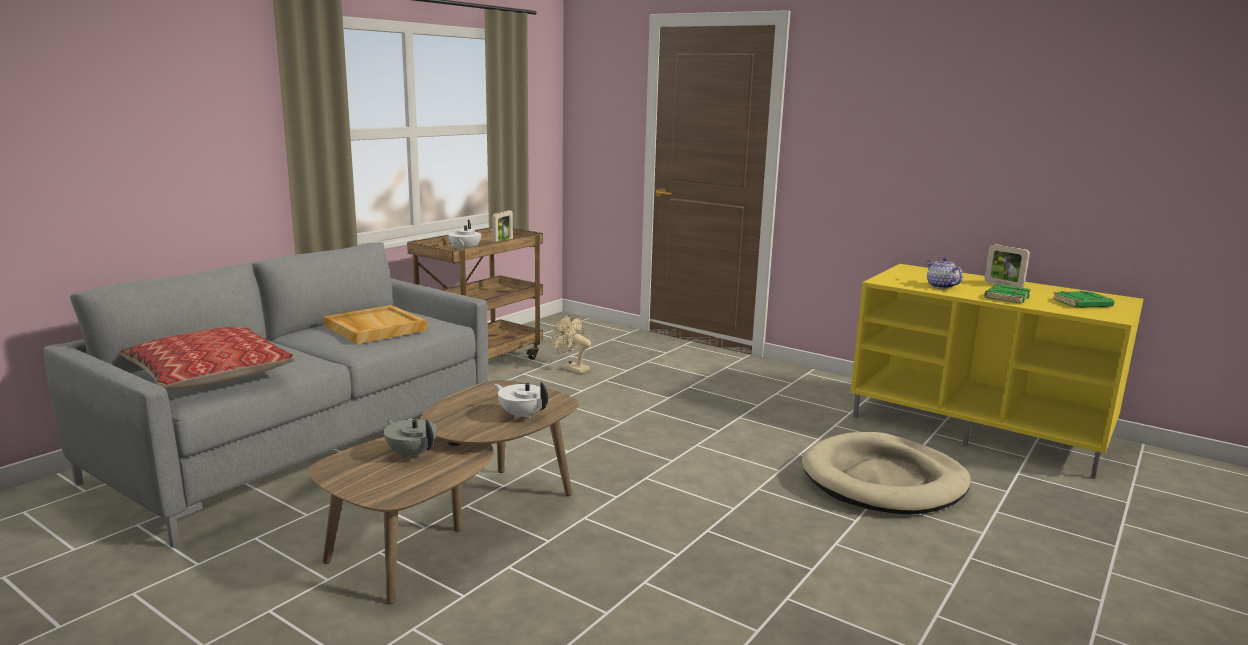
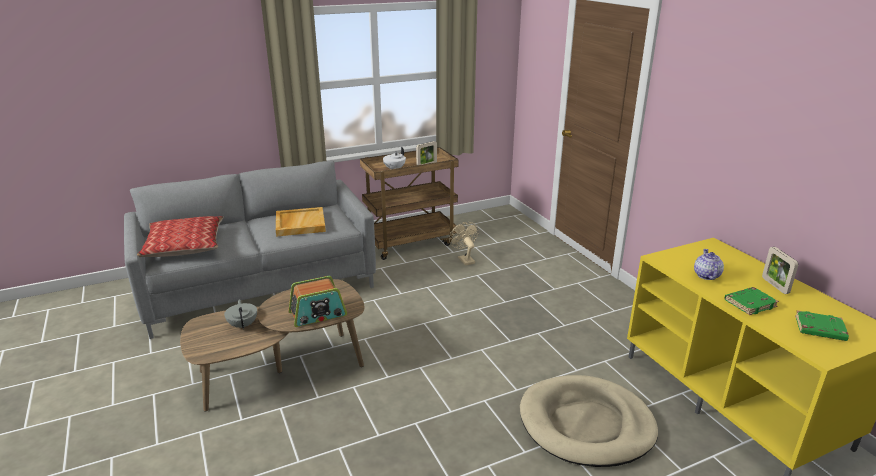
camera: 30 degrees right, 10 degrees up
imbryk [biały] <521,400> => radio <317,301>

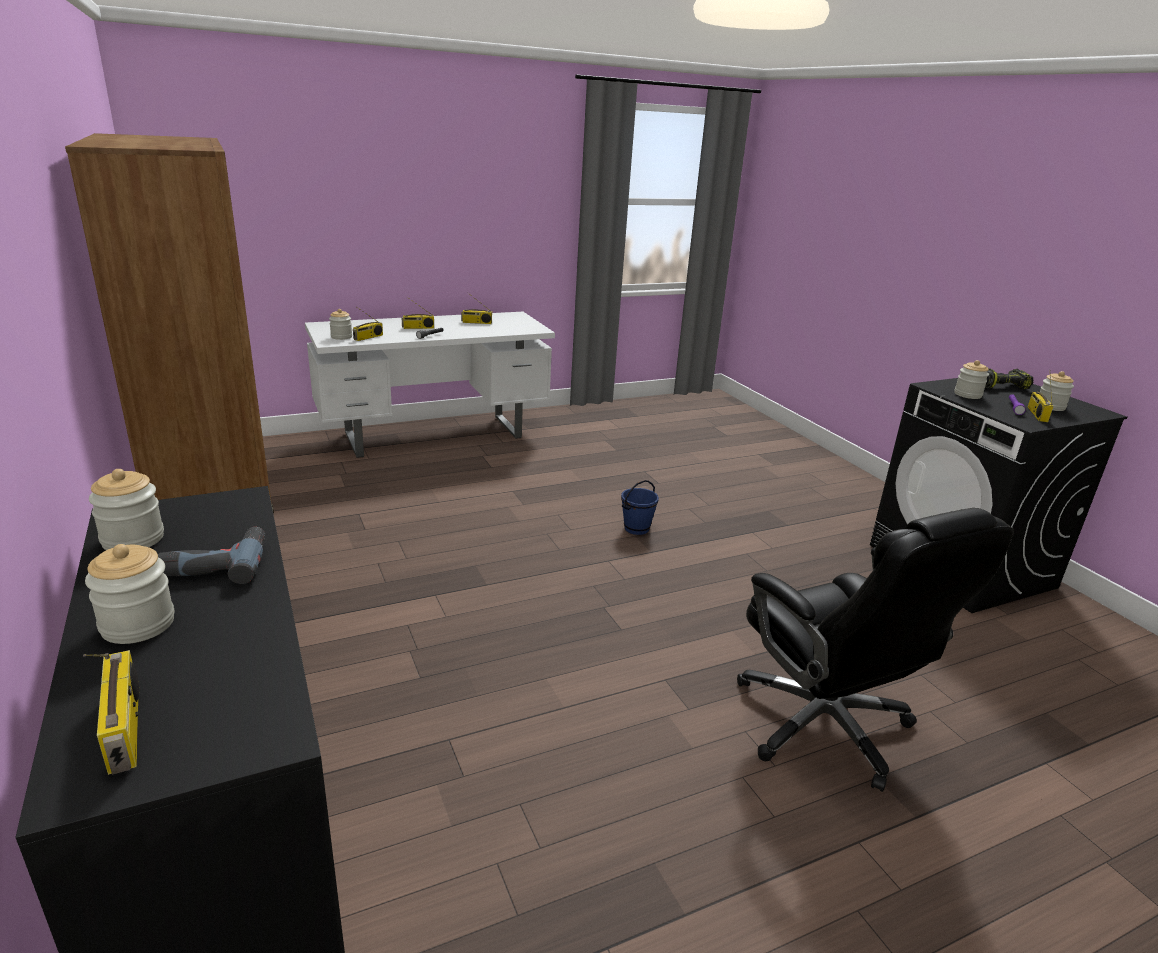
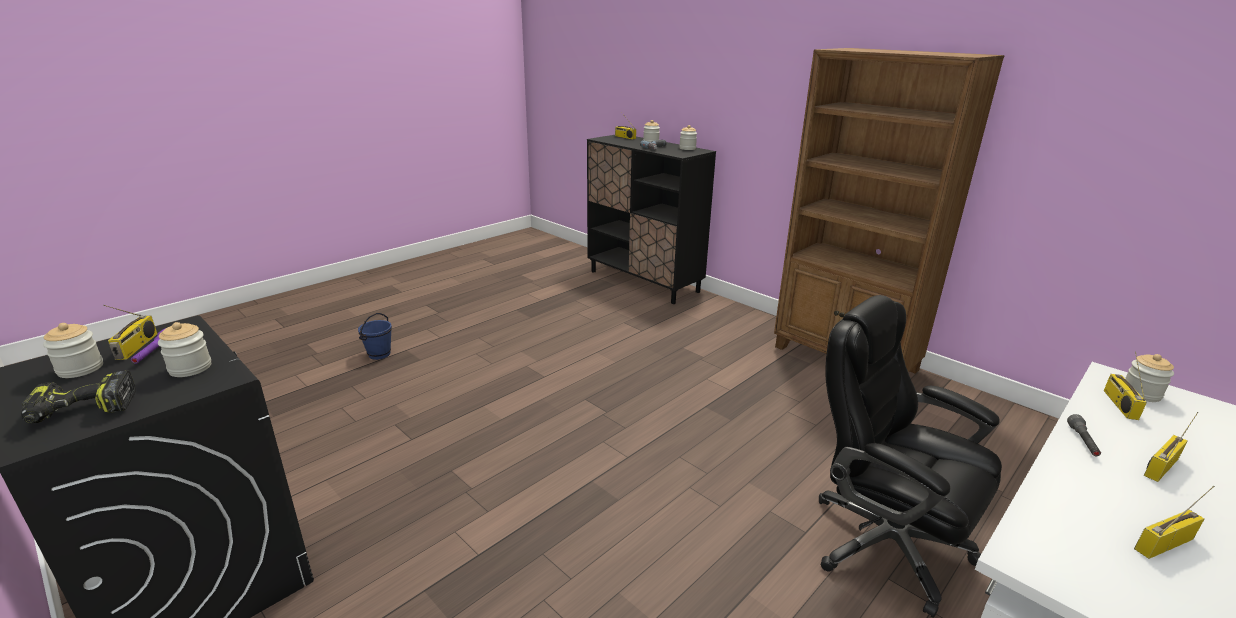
camera: 160 degrees right, 0 degrees up
wiadro [niebieski] <640,507> => wiadro [niebieski] <375,336>, relocated
krzesło biurowe [czarny] <875,650> => krzesło biurowe [czarny] <910,456>, relocated

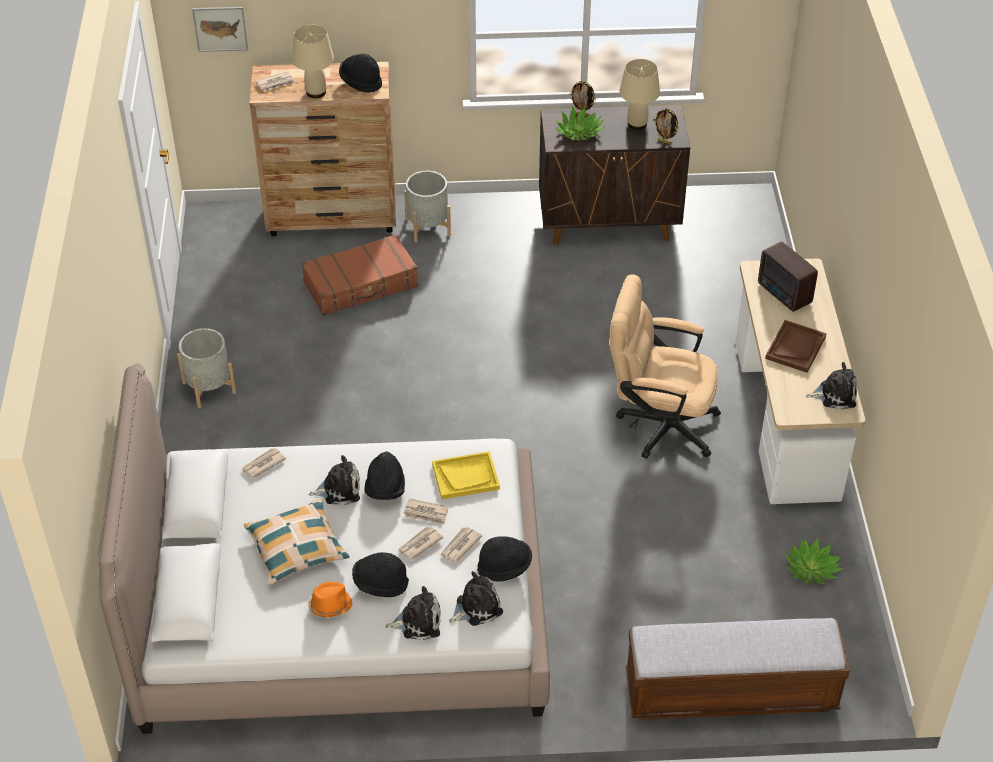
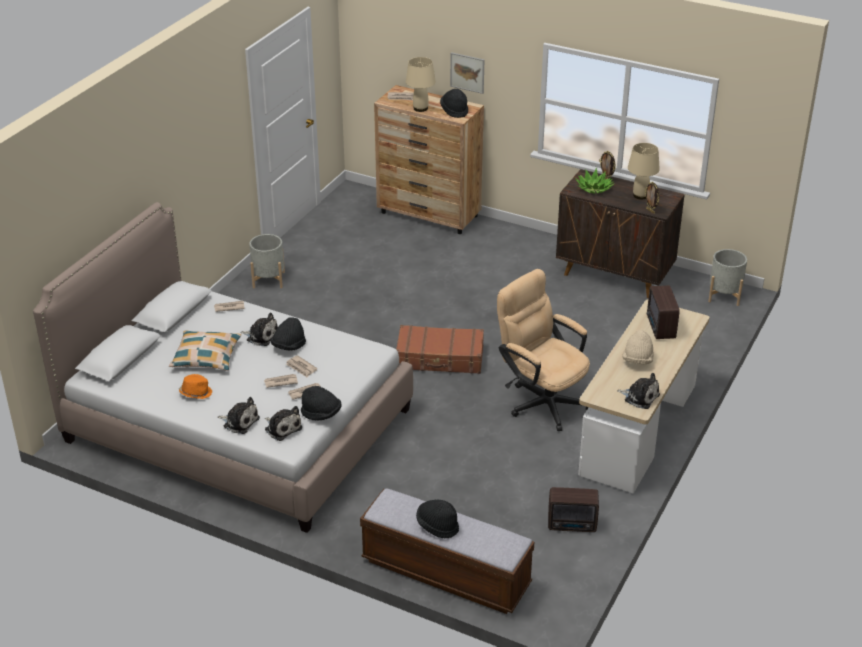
camera: 30 degrees right, 10 degrees down
obraz <220,29> => obraz <467,73>, relocated
walizka [brązowy] <360,275> => walizka [brązowy] <440,349>, relocated
kapelusz [czarny] <380,574> => kapelusz [czarny] <437,518>, relocated
donica [szary] <427,206> => donica [szary] <727,277>, relocated
taca [żółty] <466,475> => nothing
pluszak <476,598> => pluszak <283,423>, 45 degrees clockwise
taca [brązowy] <796,346> => kapelusz [beżowy] <638,347>
roślina doniczkowa <813,561> => radio <573,509>

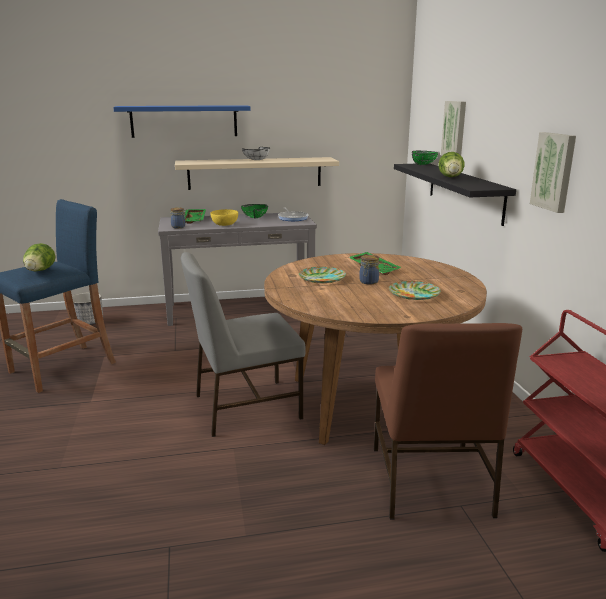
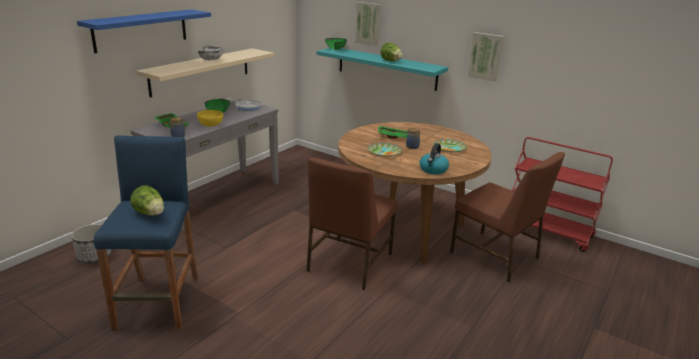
camera: 45 degrees left, 5 degrees up
krzesło [szary] <243,344> => krzesło [brązowy] <352,224>
półka [czarny] <455,194> => półka [turkusowy] <382,69>
nothing => czajnik <434,158>

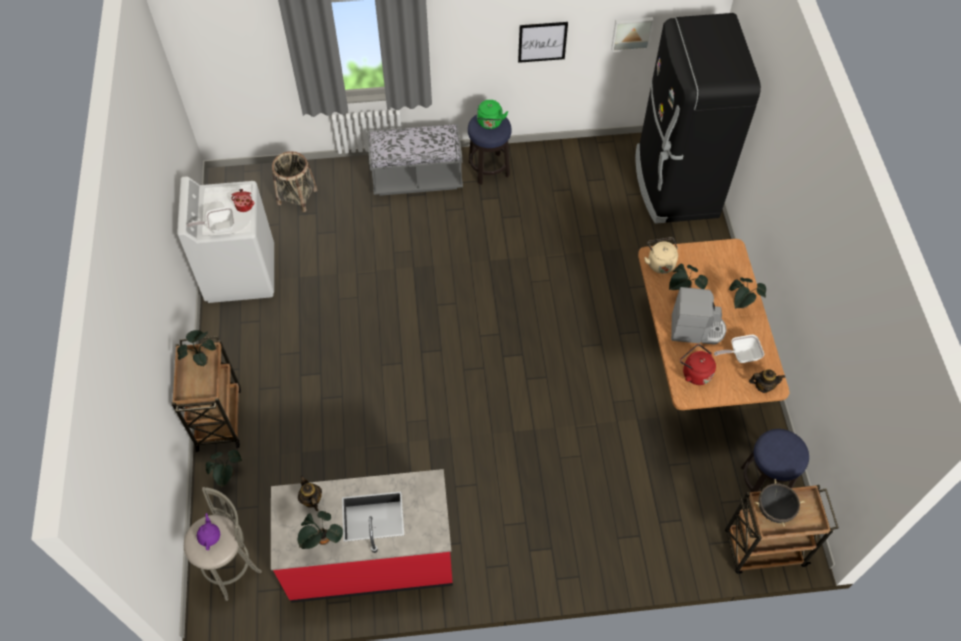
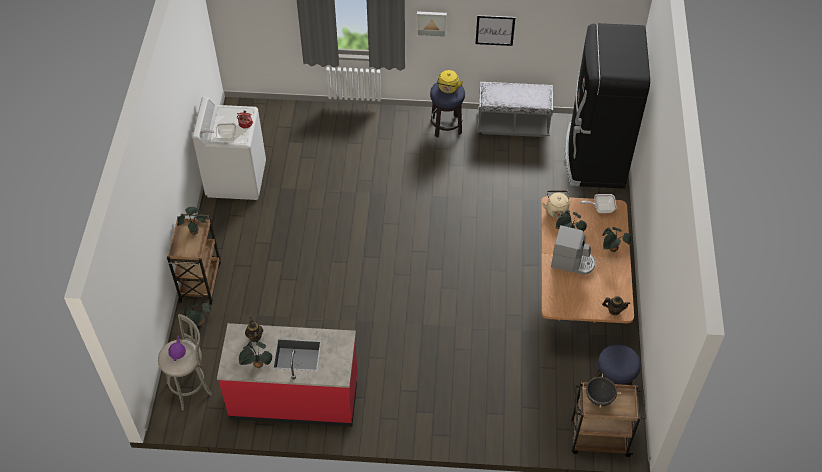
camera: 10 degrees right, 5 degrees down
koszyk <294,181> => nothing
ławka [szary] <415,160> => ławka [szary] <515,109>, relocated
czajnik [zielony] <492,114> => czajnik [żółty] <450,81>
obraz <632,34> => obraz <432,24>, relocated
czajnik [czerwony] <698,364> => nothing
patelnia <739,349> => patelnia <598,203>, relocated

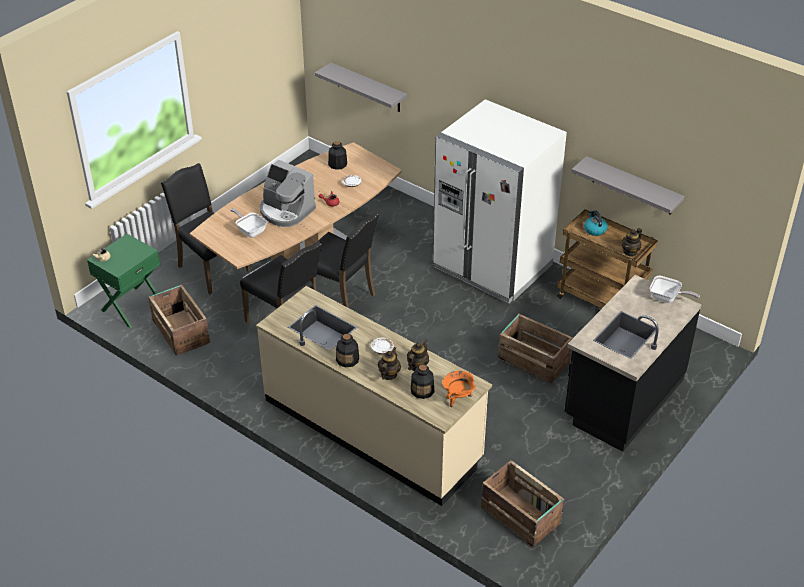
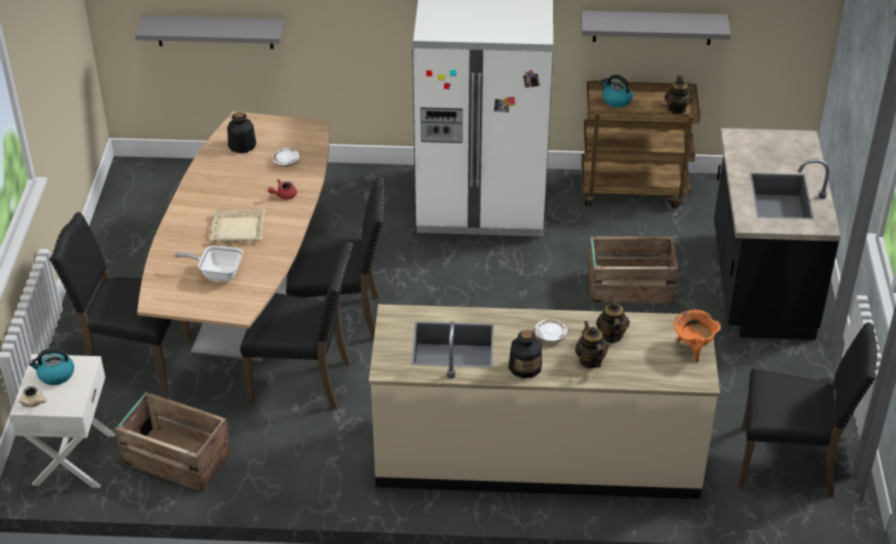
camera: 35 degrees left, 0 degrees up
szafka nocna [zielony] <123,281> => szafka nocna [biały] <62,421>
ekspres do kawy <288,193> => taca [beżowy] <237,225>
butelka <422,381> => nothing
skrzynka <522,503> => krzesło [czarny] <807,409>
patelnia <675,289> => nothing
nothing => czajnik <51,366>

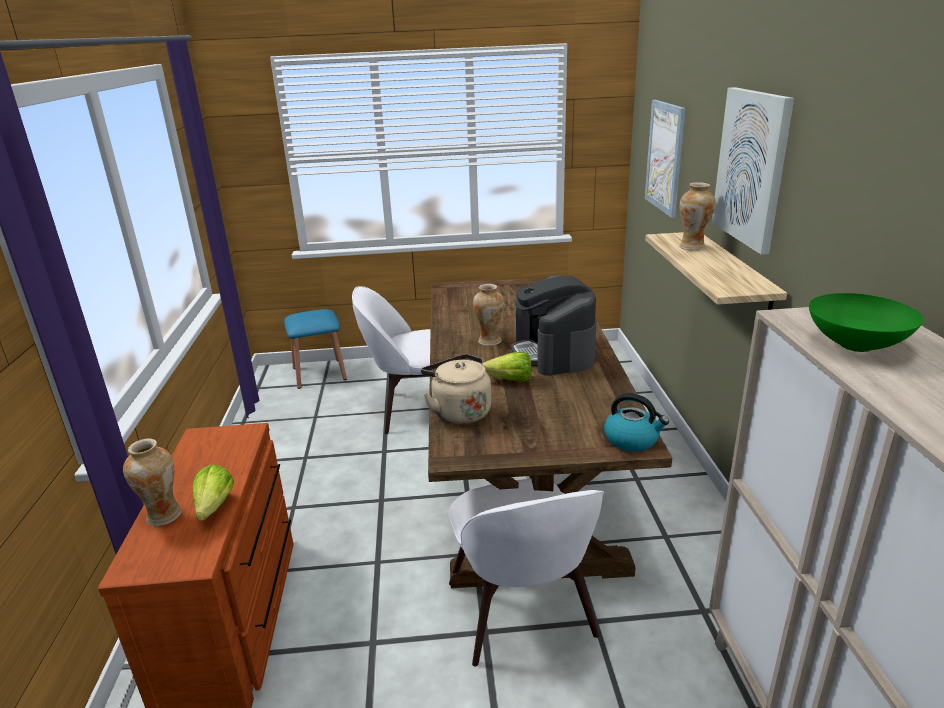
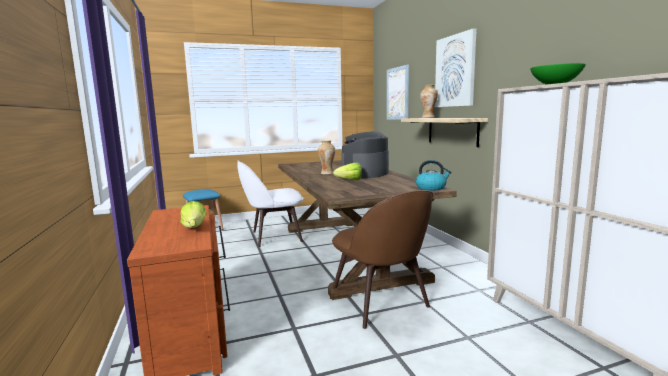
camera: 15 degrees left, 15 degrees down
wazon <152,482> => nothing
czajnik [beżowy] <456,389> => nothing
krzesło [biały] <526,572> => krzesło [brązowy] <381,259>
ekspres do kawy <554,325> => ekspres do kawy <365,154>, 60 degrees clockwise

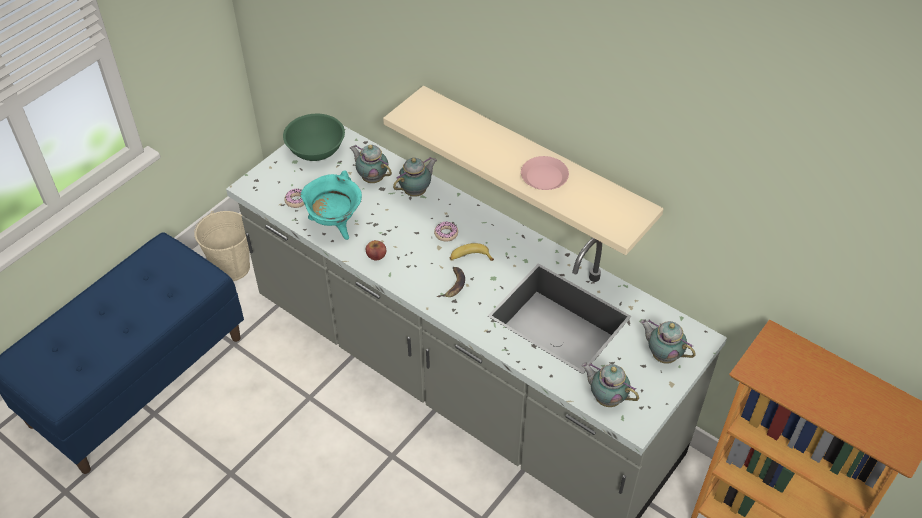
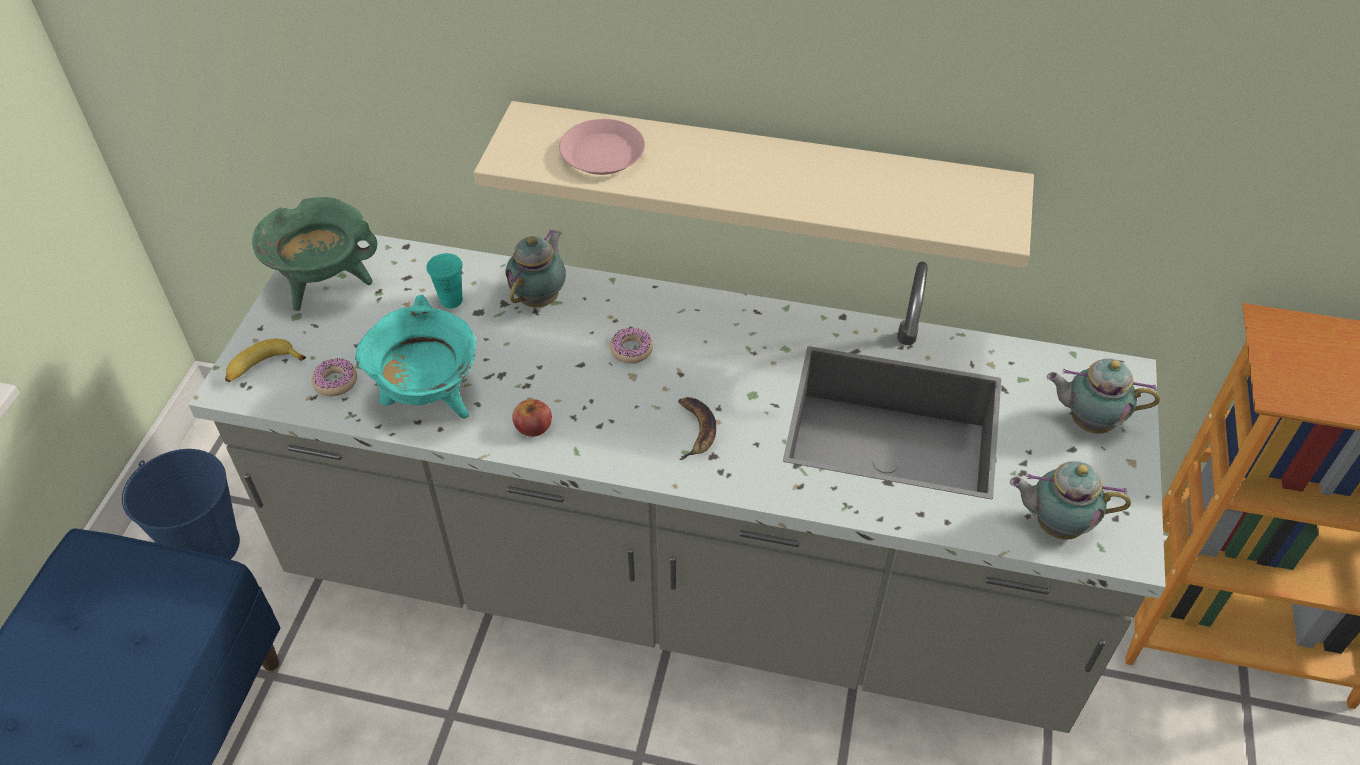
camera: 25 degrees left, 0 degrees up
wiadro [beżowy] <222,246> => wiadro [niebieski] <181,504>
miska [zielony] <314,137> => garnek [zielony] <314,254>
imbryk <371,163> => filiżanka [turkusowy] <444,281>
banan <472,252> => banan <265,360>, relocated
talerz [różowy] <545,173> => talerz [różowy] <602,147>, relocated

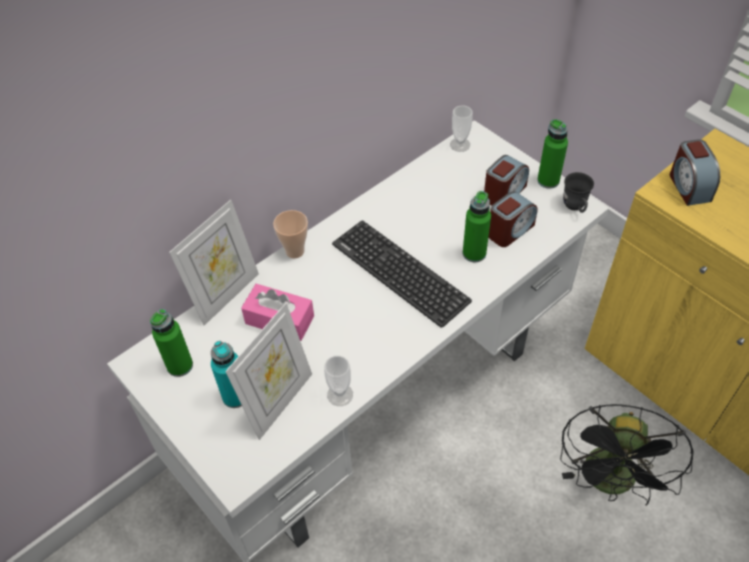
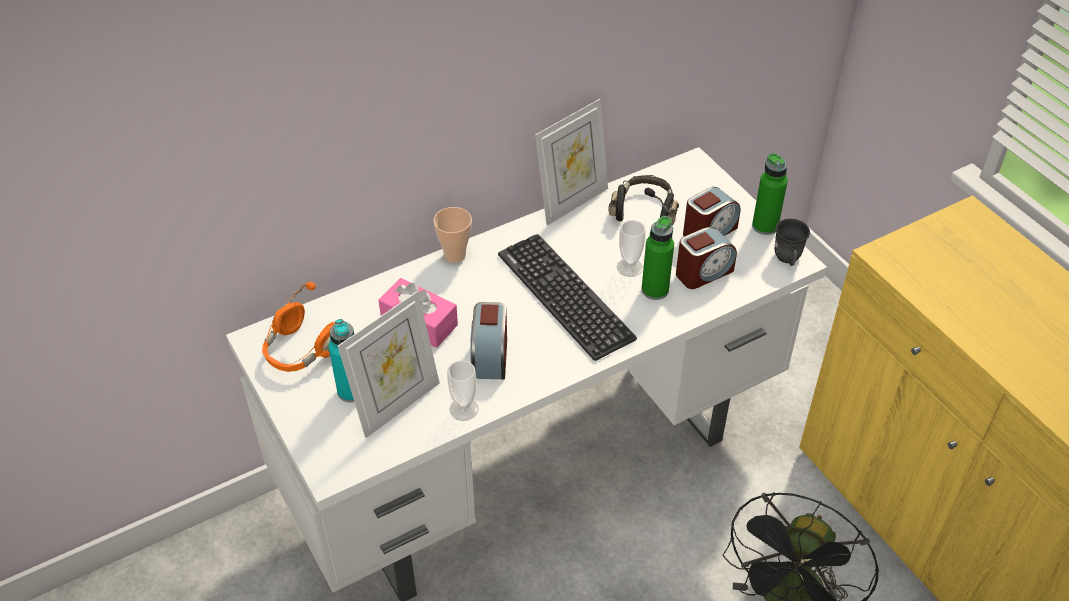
camera: 10 degrees right, 5 degrees down
butelka [zielony] <171,343> => słuchawki [pomarańczowy] <298,327>
ramka na zdjęcie <214,262> => ramka na zdjęcie <571,162>, relocated
filiżanka <461,128> => filiżanka <631,248>, relocated
budzik <695,172> => budzik <488,340>, relocated
nothing => słuchawki [czarny] <643,200>

